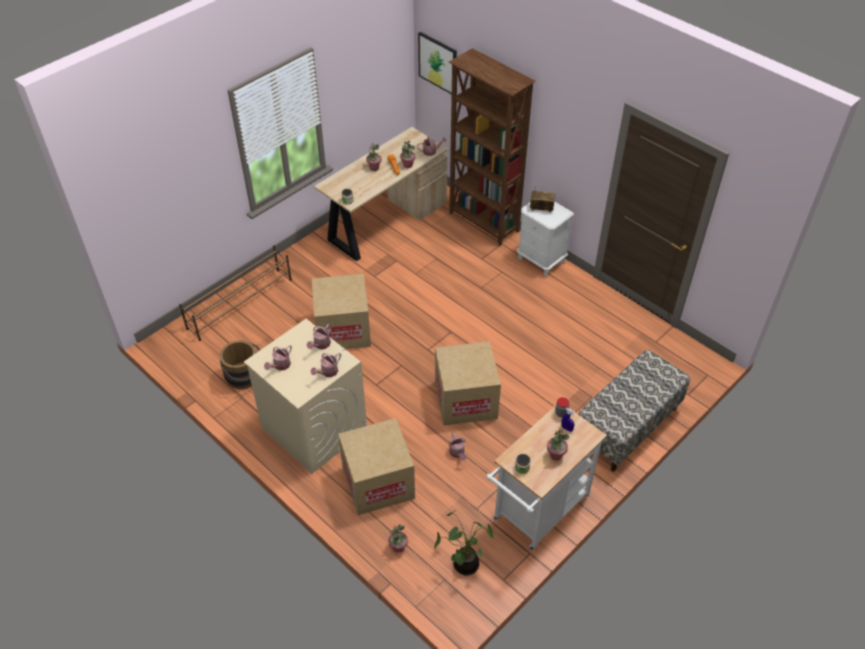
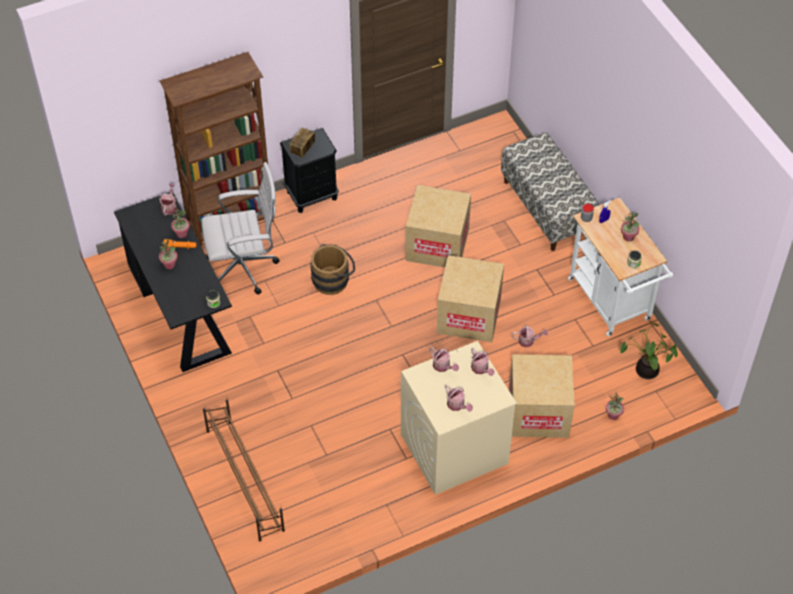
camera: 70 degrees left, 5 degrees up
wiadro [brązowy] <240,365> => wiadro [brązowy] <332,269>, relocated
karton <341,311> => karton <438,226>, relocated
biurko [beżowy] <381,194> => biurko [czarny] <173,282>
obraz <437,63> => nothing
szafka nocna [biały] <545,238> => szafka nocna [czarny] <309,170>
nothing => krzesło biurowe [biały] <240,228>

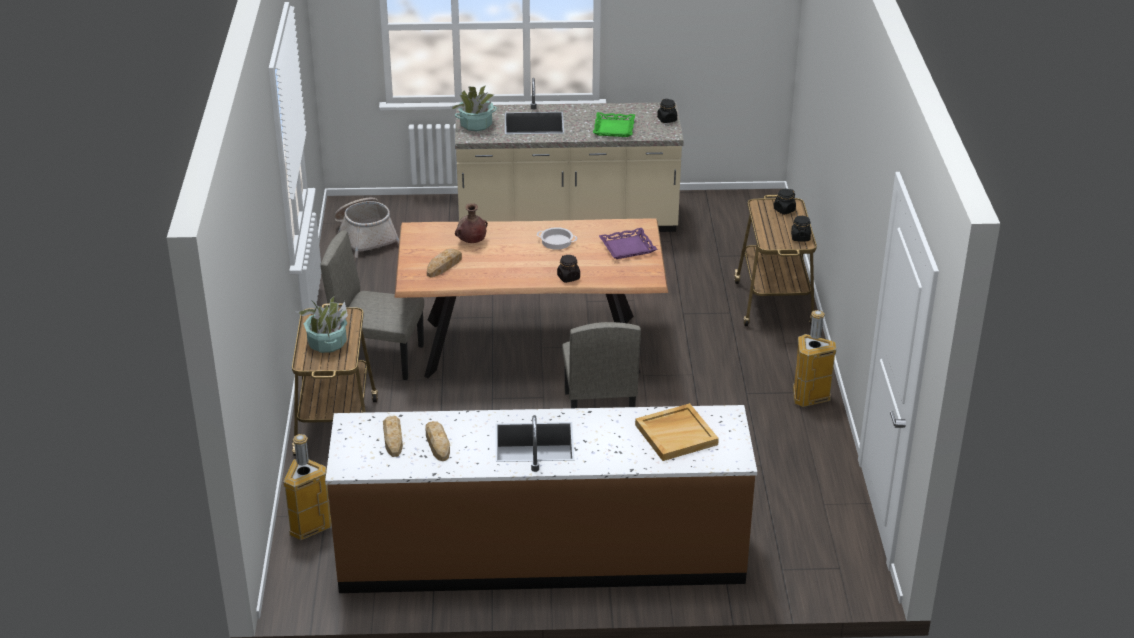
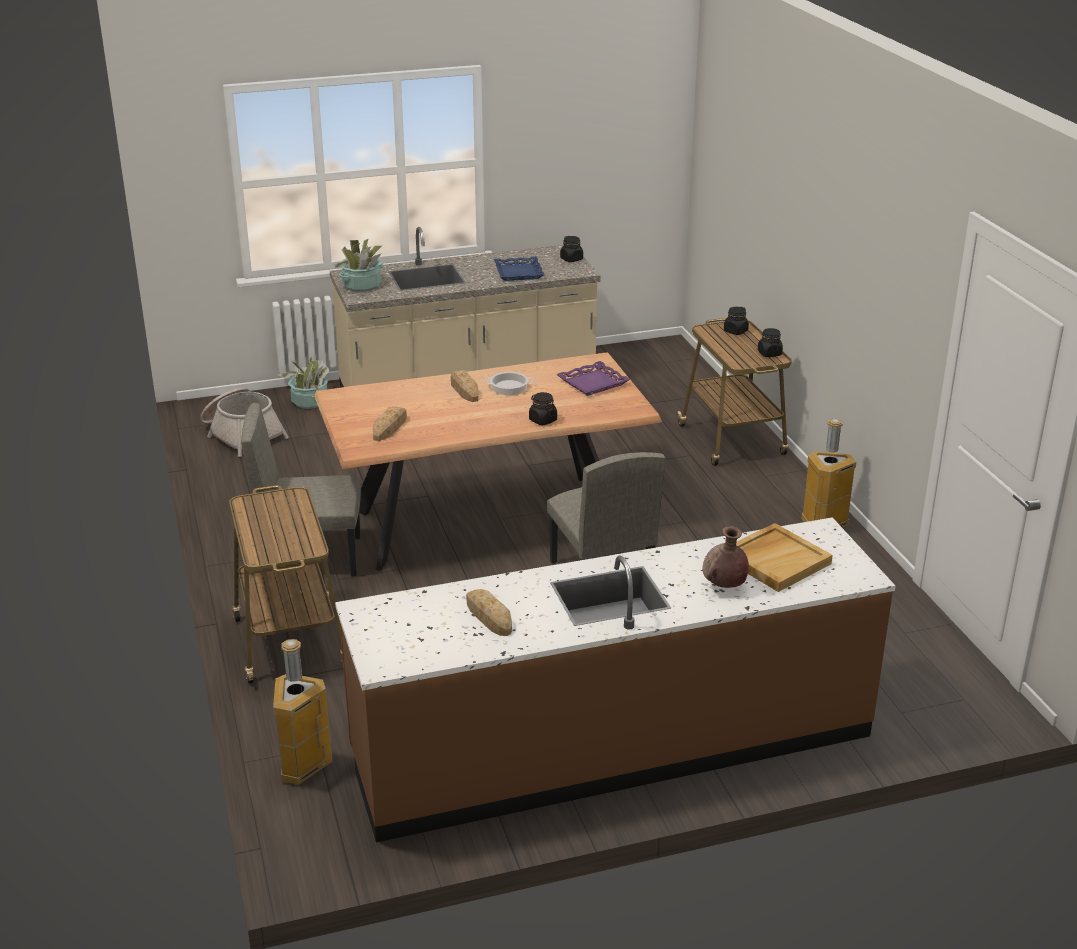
camera: 15 degrees left, 5 degrees down
roślina doniczkowa <321,324> => roślina doniczkowa <304,382>, relocated
chleb <393,436> => chleb <465,386>, relocated
wazon [brązowy] <471,223> => wazon [brązowy] <725,557>, relocated
taca [zielony] <614,124> => taca [niebieski] <519,268>

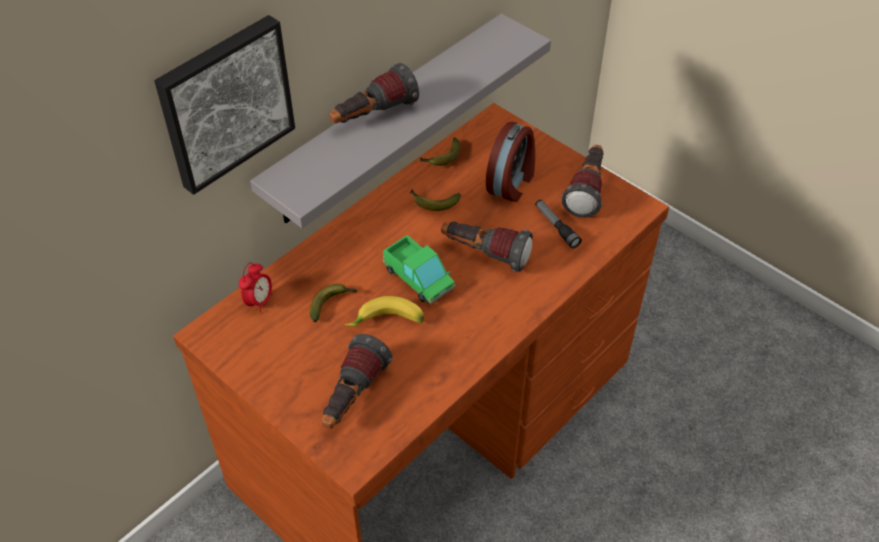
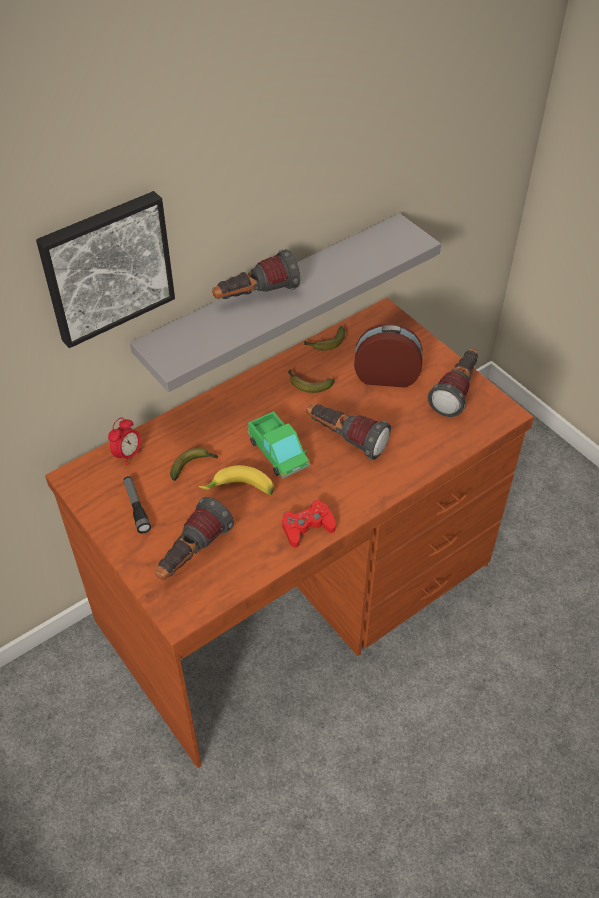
camera: 10 degrees right, 0 degrees up
budzik <510,162> => budzik <388,355>, 120 degrees counterclockwise
latarka <558,224> => latarka <137,505>, relocated
nothing => pad do gier [czerwony] <309,524>

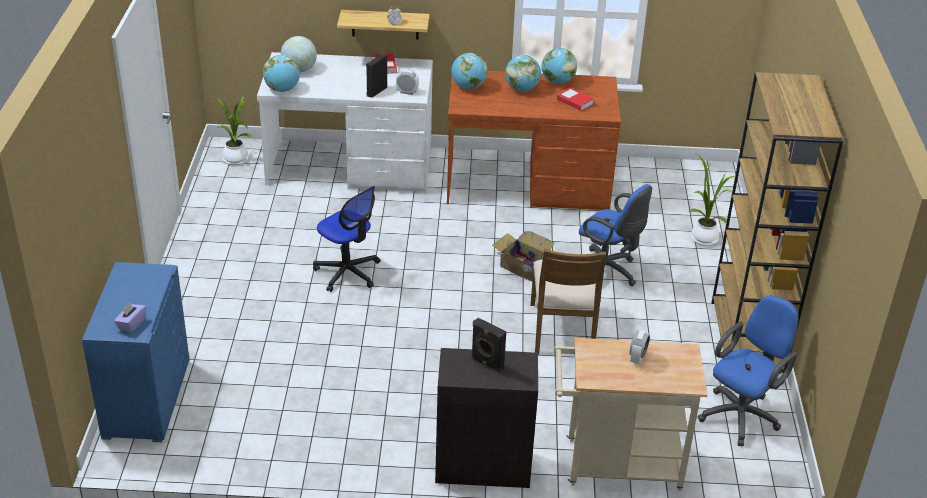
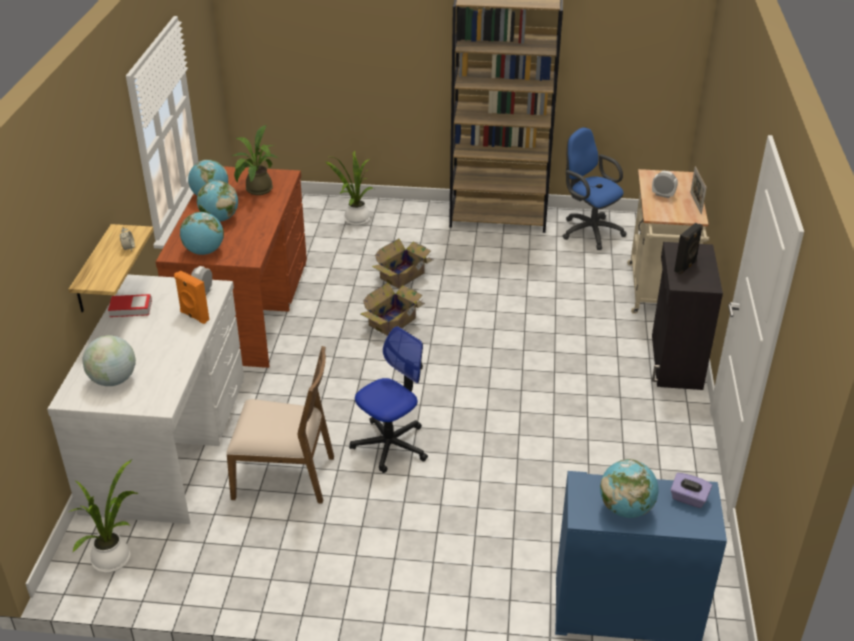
camera: 85 degrees left, 0 degrees up
globus <281,73> => globus <629,488>, relocated
głośnik [czarny] <376,75> => głośnik [pomarańczowy] <191,297>
krzesło [brązowy] <568,302> => krzesło [brązowy] <280,425>, relocated
książka <575,99> => roślina doniczkowa <255,160>
krzesło biurowe [niebieski] <615,235> => karton <403,264>
nothing => ramka na zdjęcie <698,190>

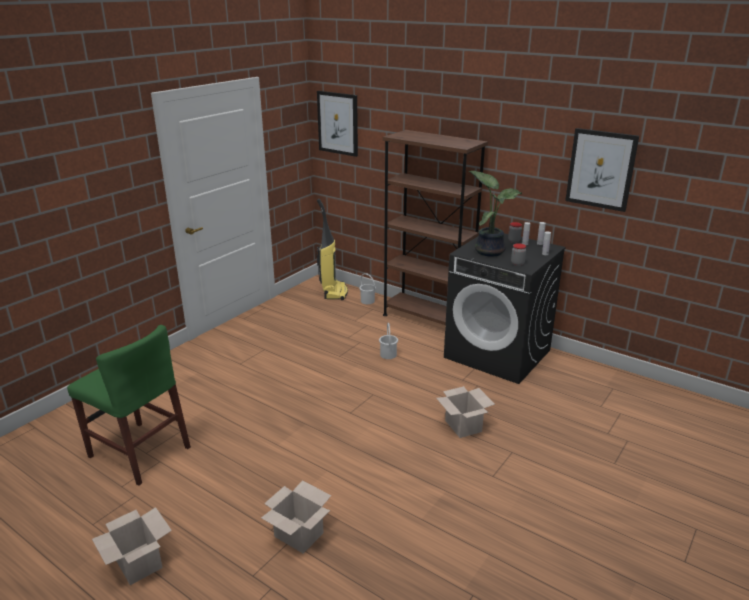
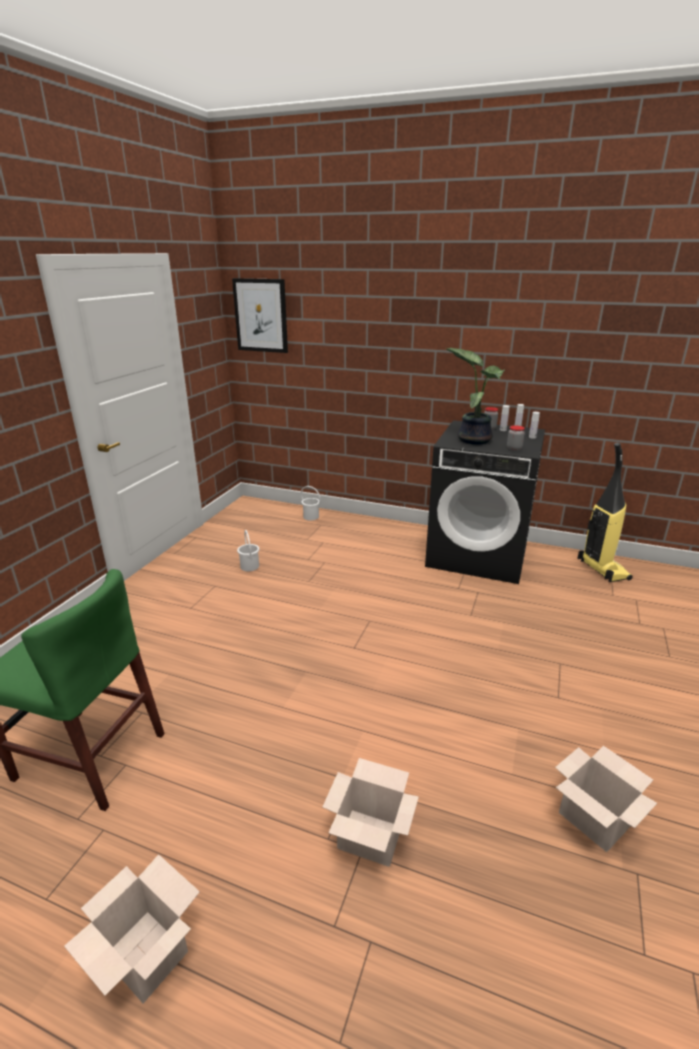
camera: 15 degrees left, 0 degrees up
odkurzacz <332,249> => odkurzacz <605,512>, relocated
wiadro [biały] <388,341> => wiadro [biały] <248,550>, relocated
regał [brązowy] <435,227> => nothing
karton <465,412> => karton <606,799>, relocated
obraz <602,170> => nothing

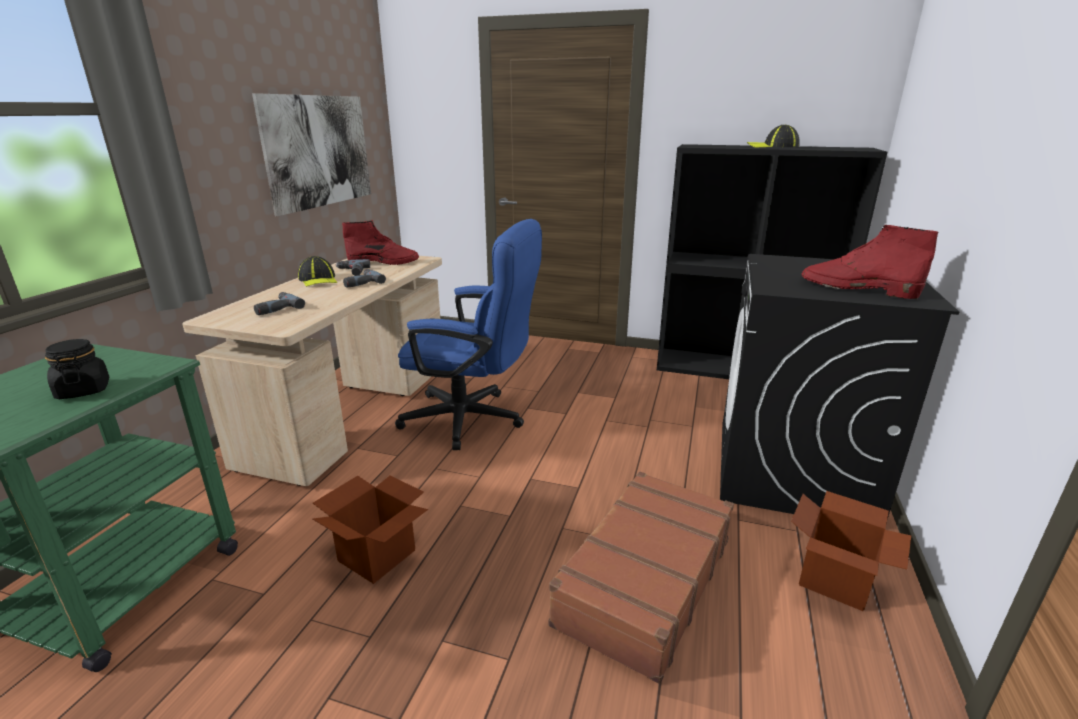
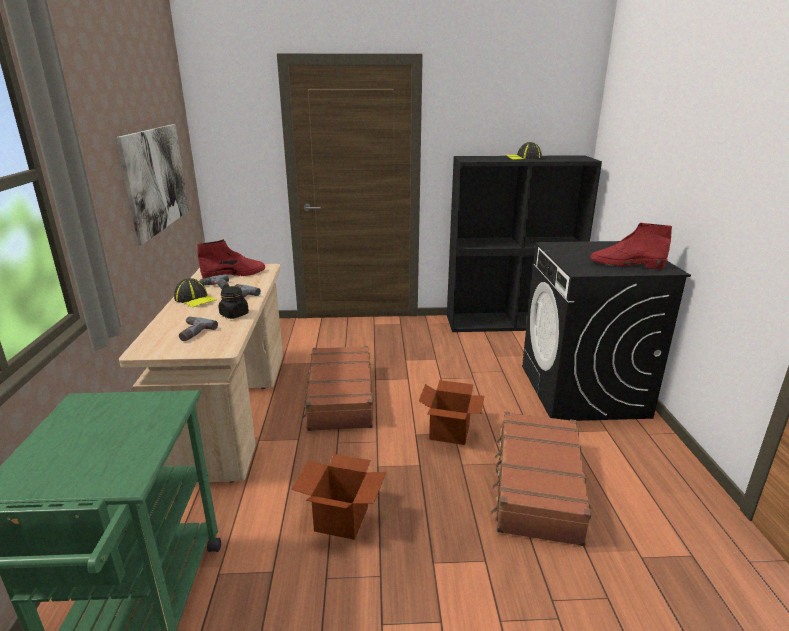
camera: 20 degrees left, 0 degrees up
słoik [czarny] <77,369> => słoik [czarny] <233,302>, relocated
krzesło biurowe [niebieski] <468,334> => walizka [brązowy] <337,388>
karton <851,551> => karton <452,412>, relocated

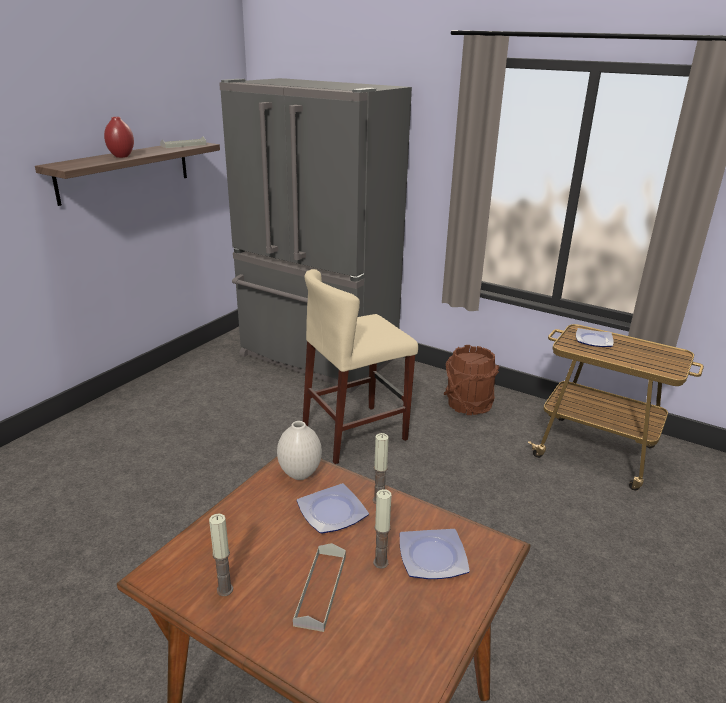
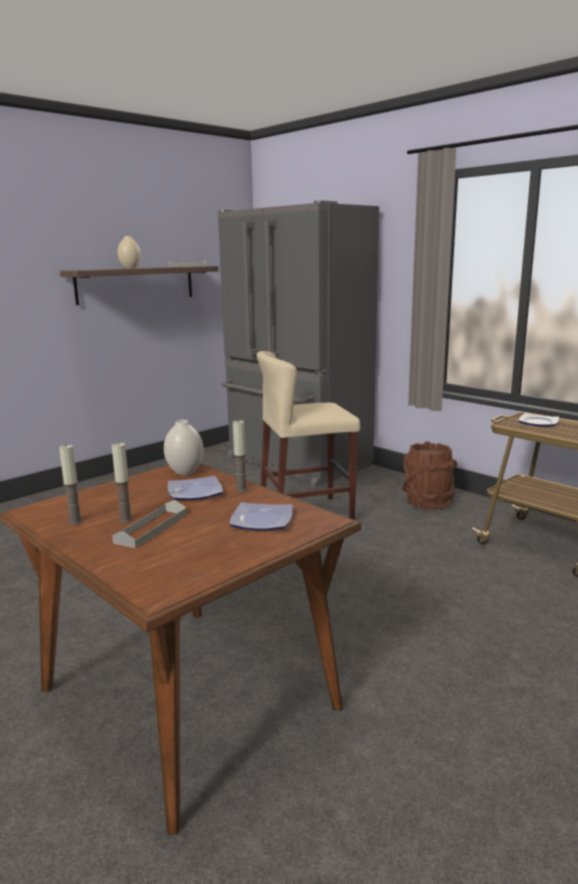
camera: 15 degrees right, 10 degrees down
wazon [czerwony] <119,137> => wazon [beżowy] <129,252>
świeca <382,529> => świeca <122,483>, relocated

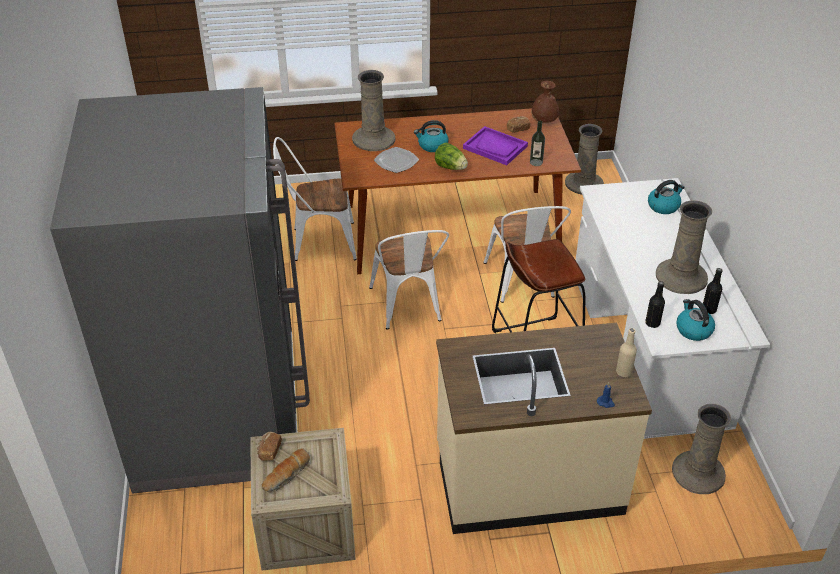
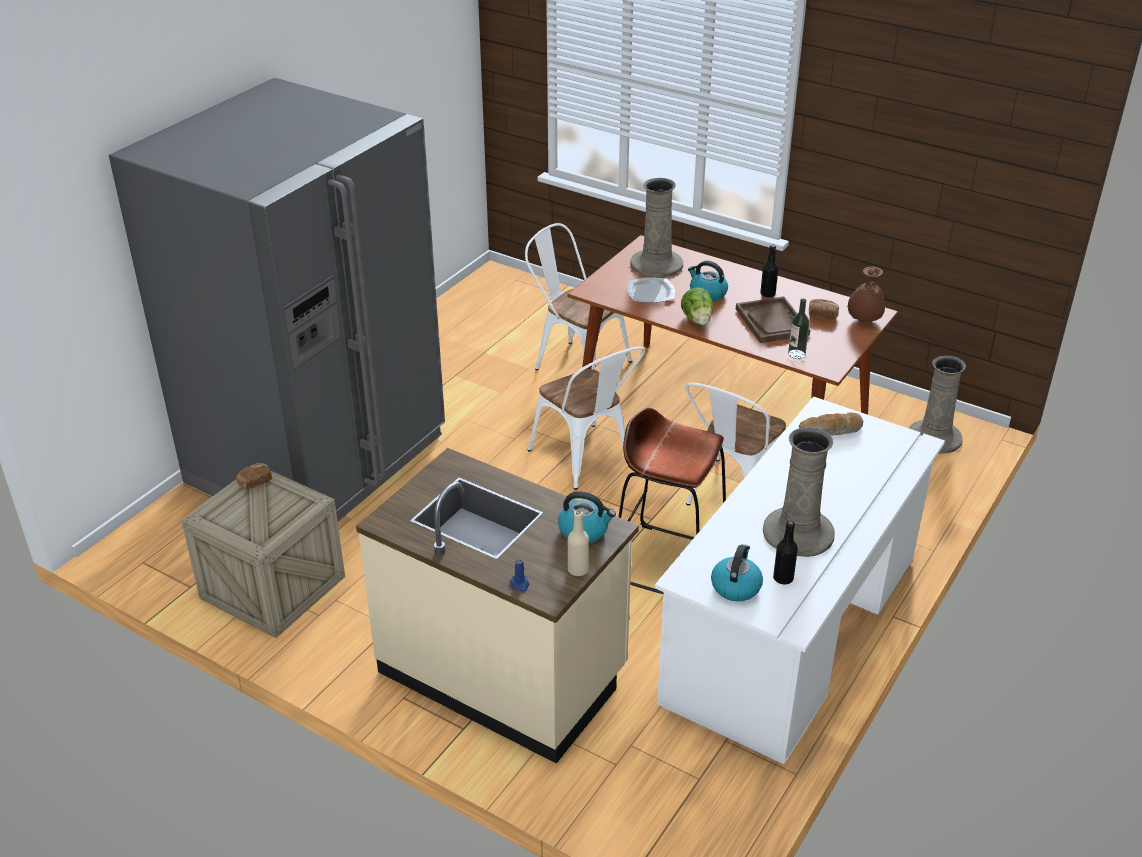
camera: 40 degrees right, 5 degrees down
chleb <286,470> => chleb <831,424>, relocated
krzesło [biały] <409,280> => krzesło [biały] <586,418>, 60 degrees counterclockwise
taca [fioletowy] <495,145> => taca [brązowy] <773,319>
butelka [czarny] <655,304> => butelka [czarny] <769,271>, relocated
czajnik <666,197> => czajnik <587,517>, relocated
wazon [beżowy] <701,449> => nothing

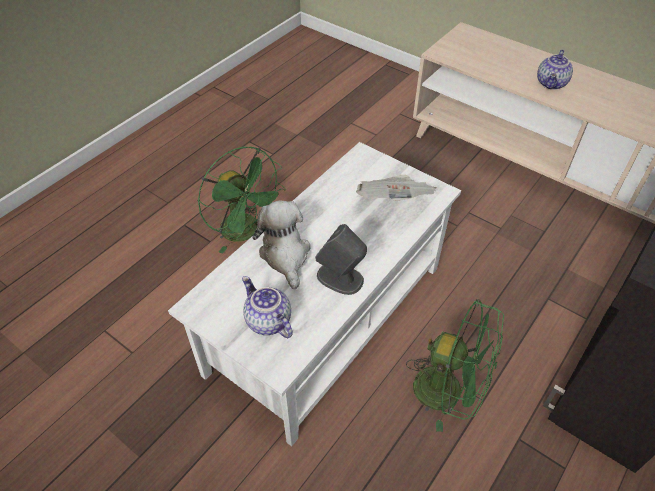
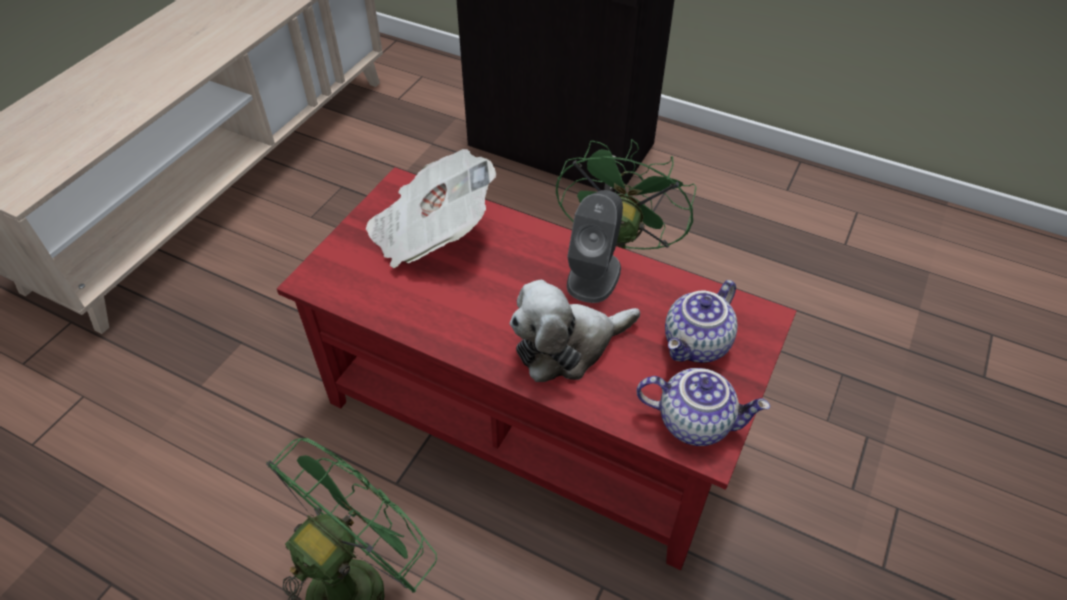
camera: 100 degrees left, 0 degrees up
ława [biały] <314,294> => ława [czerwony] <536,368>
imbryk <555,70> => imbryk <703,407>, relocated

